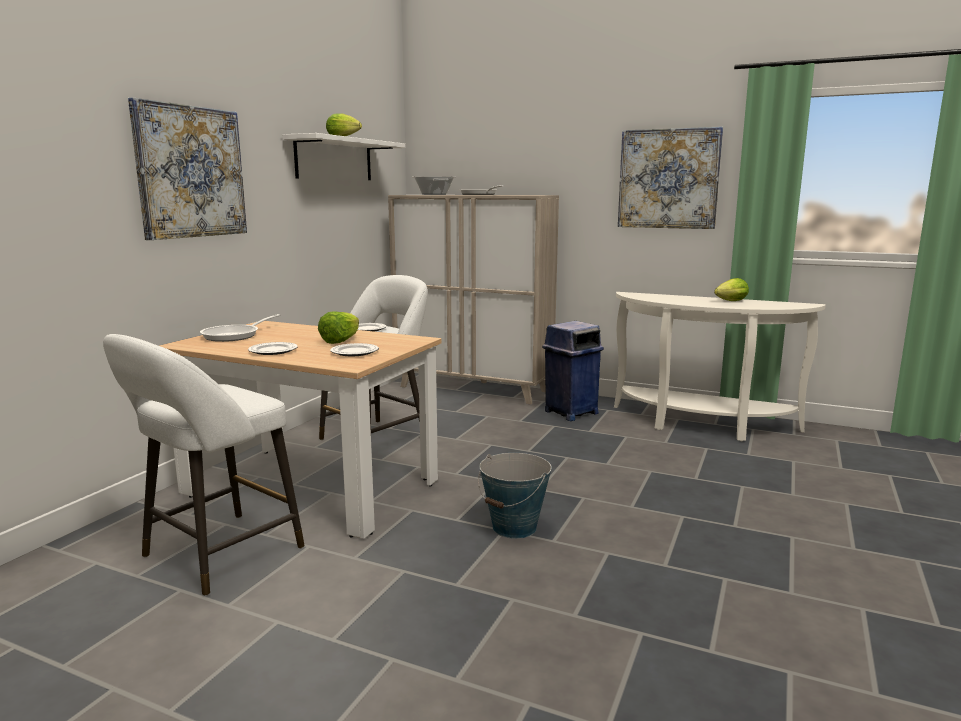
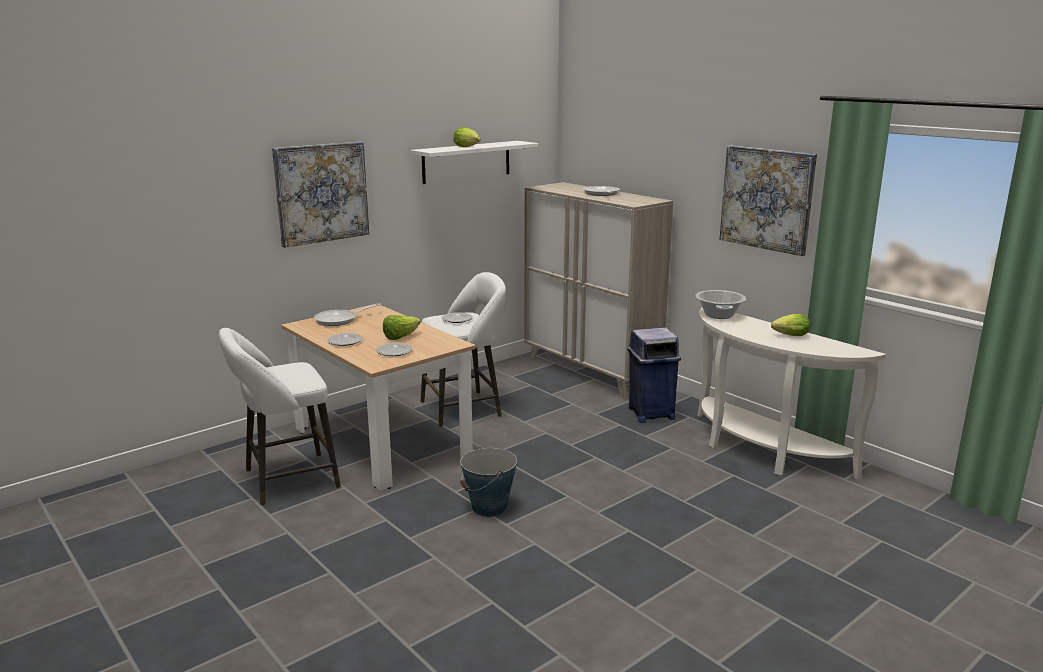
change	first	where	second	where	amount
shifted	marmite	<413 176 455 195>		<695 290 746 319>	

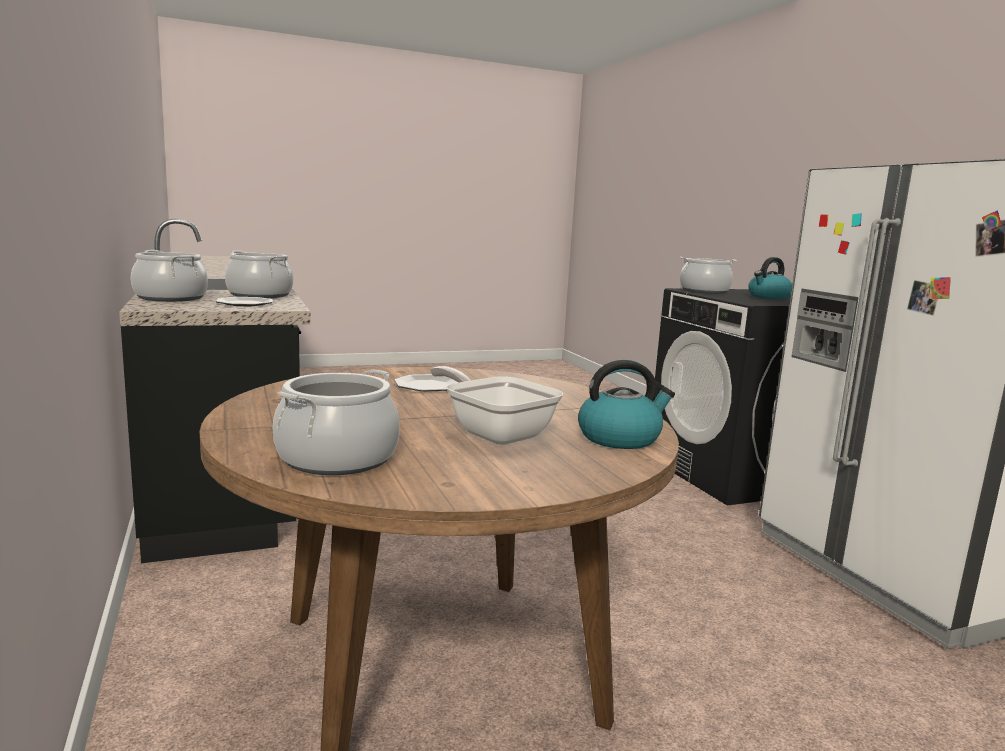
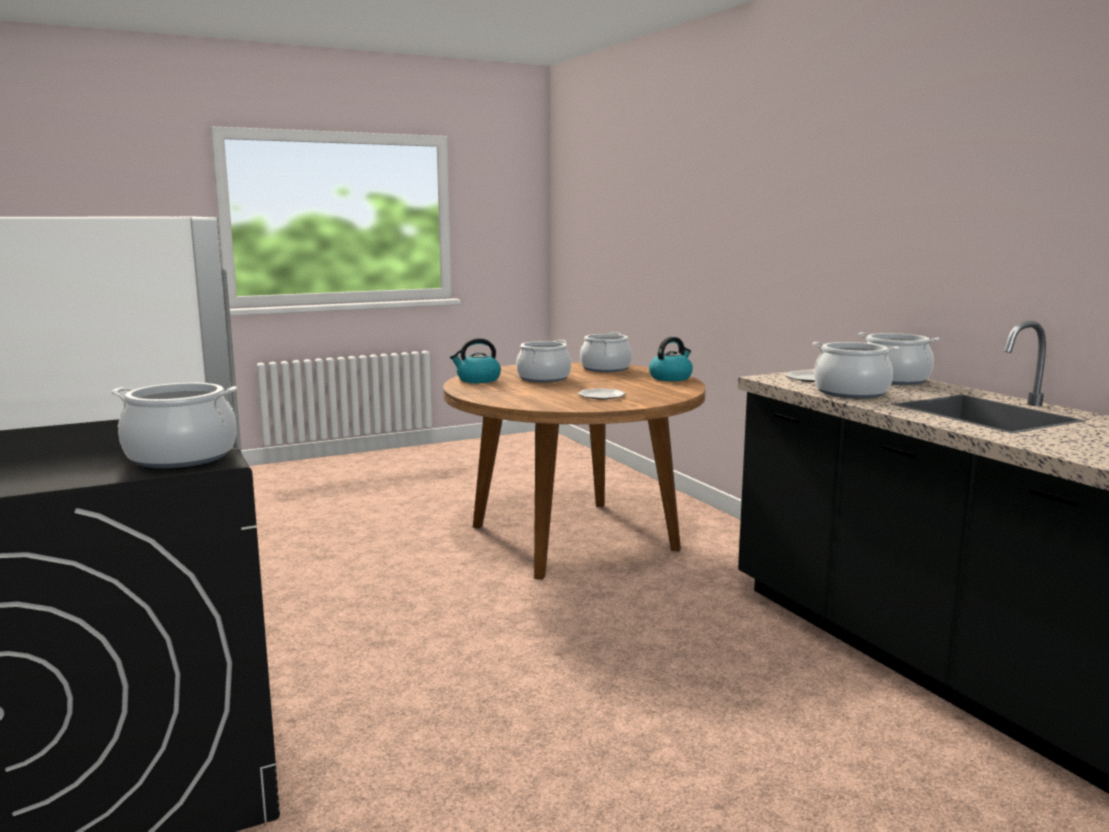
change	first	where	second	where	amount
shifted	bouilloire	<748 257 792 299>		<649 337 693 381>	
swapped	poêle	<431 366 563 445>	marmite	<516 340 571 382>	

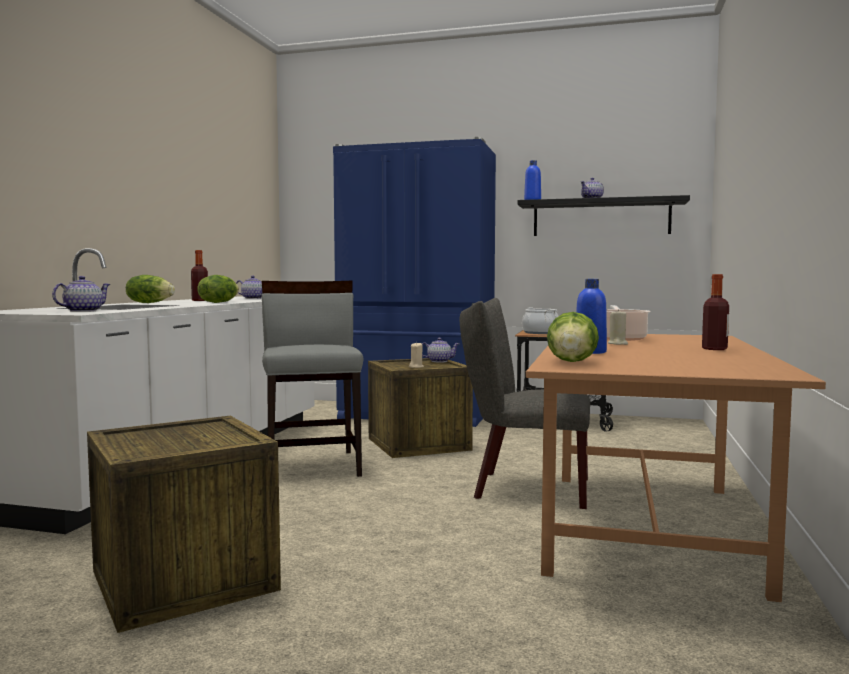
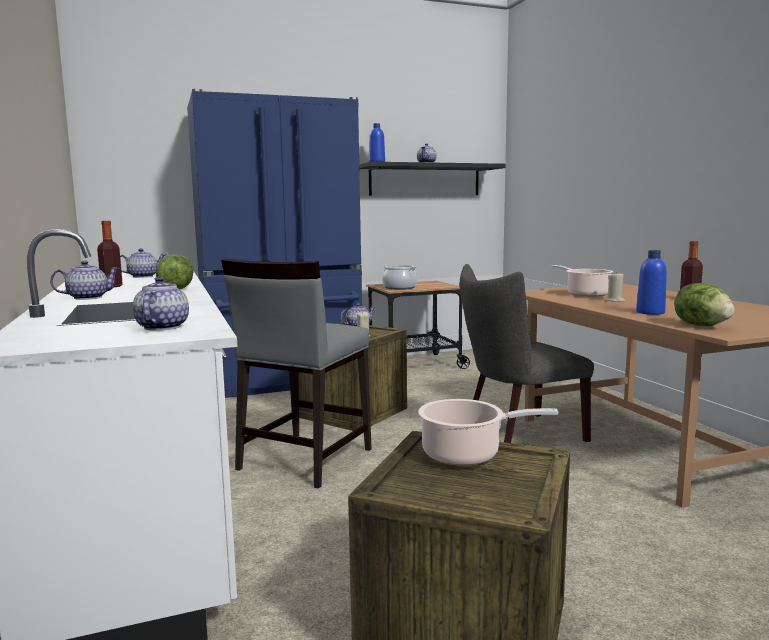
change	first	where	second	where	amount
new			marmite	<418 399 558 466>	
swapped	laitue	<126 275 175 303>	théière	<50 260 120 300>	
rotated	chaise/gris	<261 281 364 477>		<221 259 371 489>	105 degrees counterclockwise

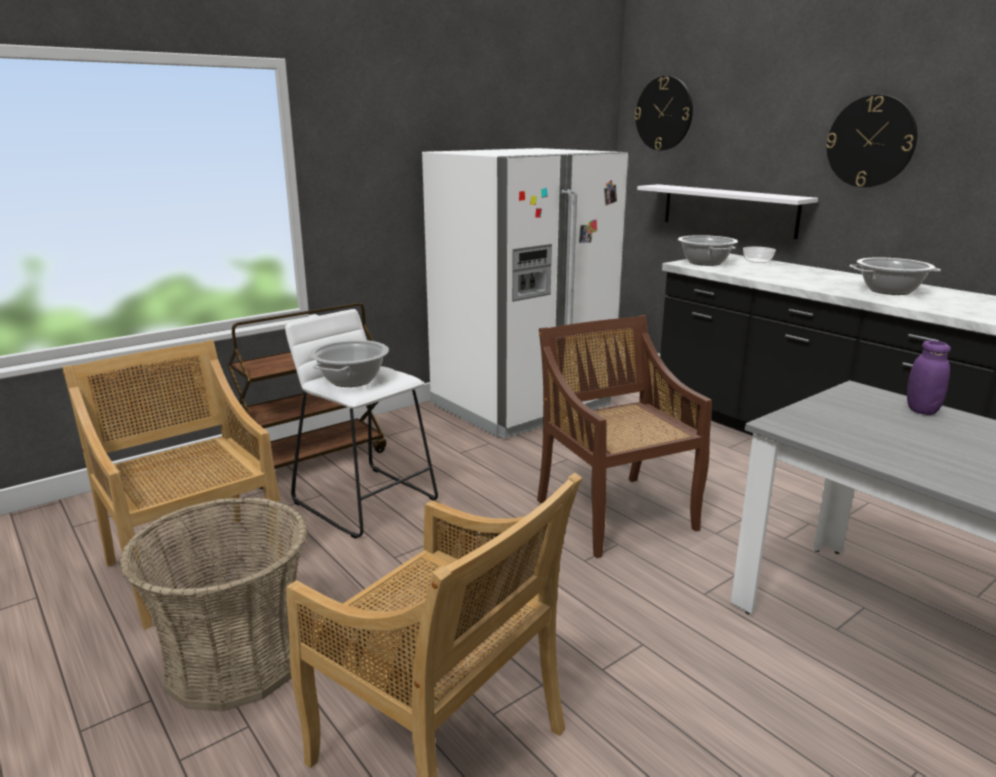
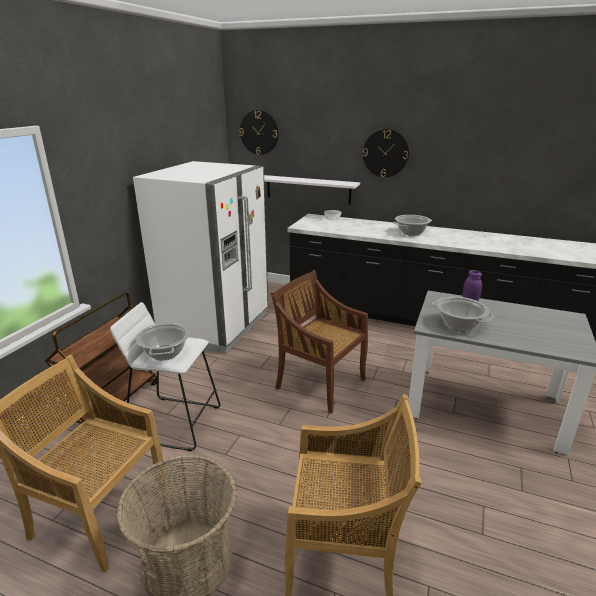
change	first	where	second	where	amount
shifted	marmite	<678 235 738 266>		<432 297 494 331>	

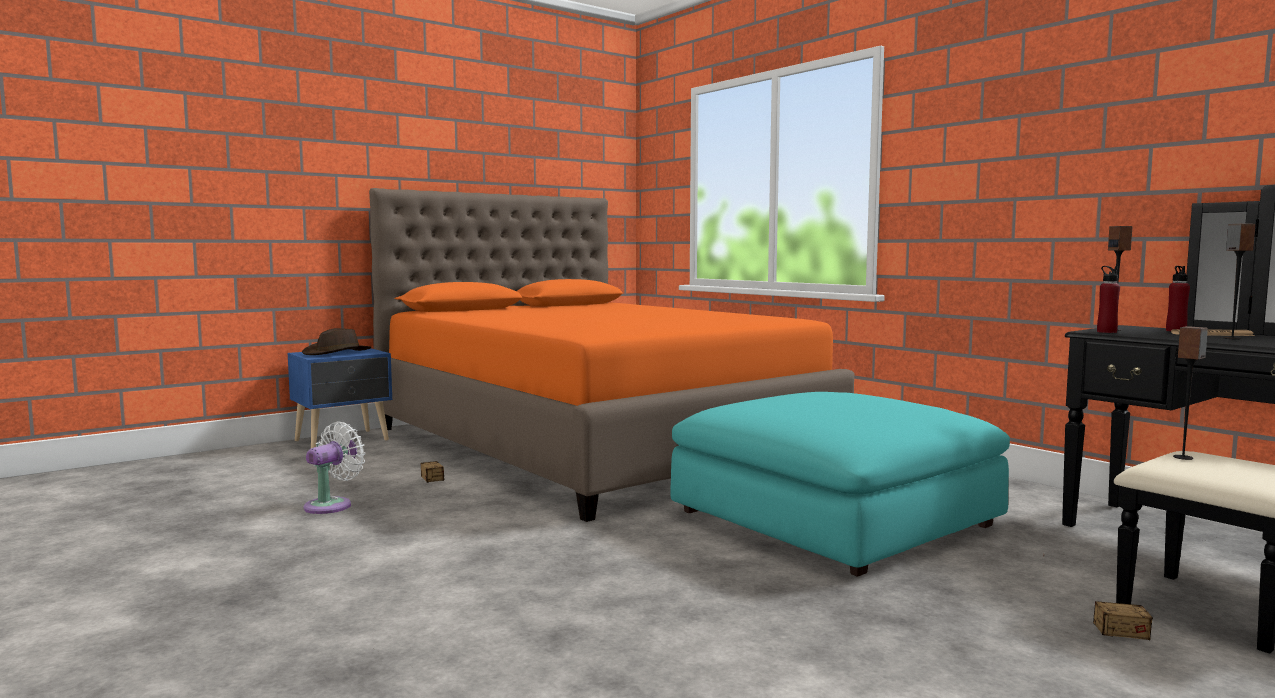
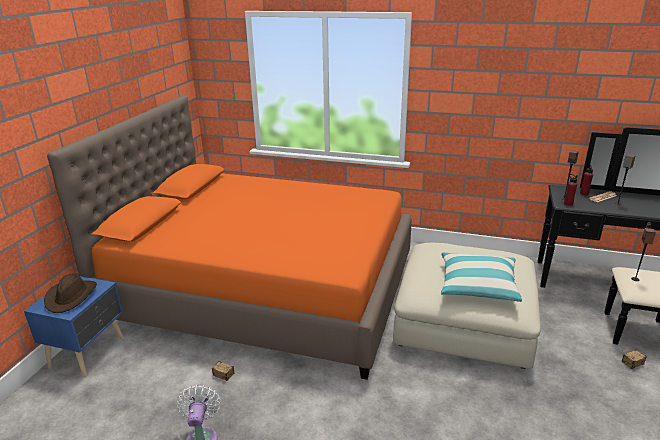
change	first	where	second	where	amount
new			coussin	<441 252 522 302>	
repainted	pouf/turquoise	<670 392 1010 577>	pouf/beige	<393 243 541 369>	

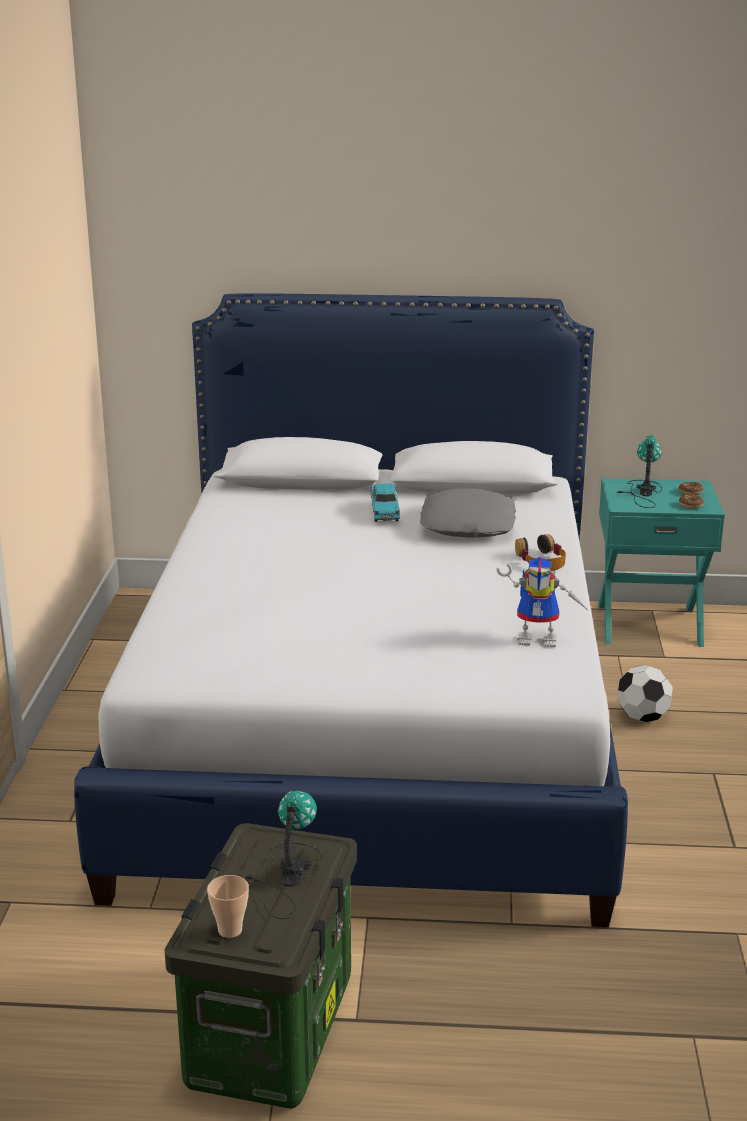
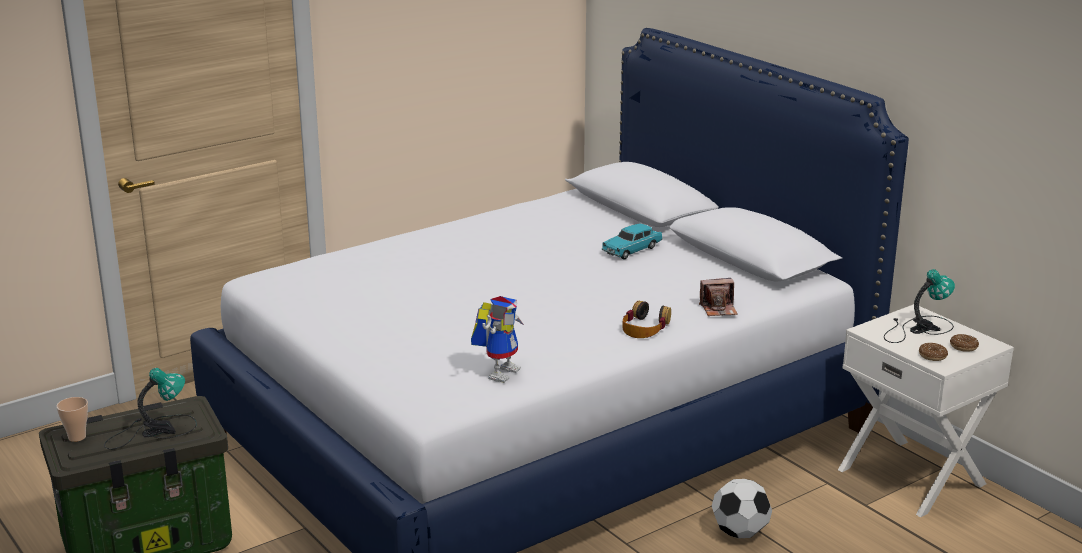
change	first	where	second	where	amount
gone	coussin/gris	<420 488 516 538>			
new			appareil photo	<699 278 738 316>	
repainted	table de chevet/turquoise	<598 478 725 647>	table de chevet/blanc	<838 304 1014 517>	
rotated	robot jouet	<496 556 590 647>		<471 296 524 383>	120 degrees counterclockwise

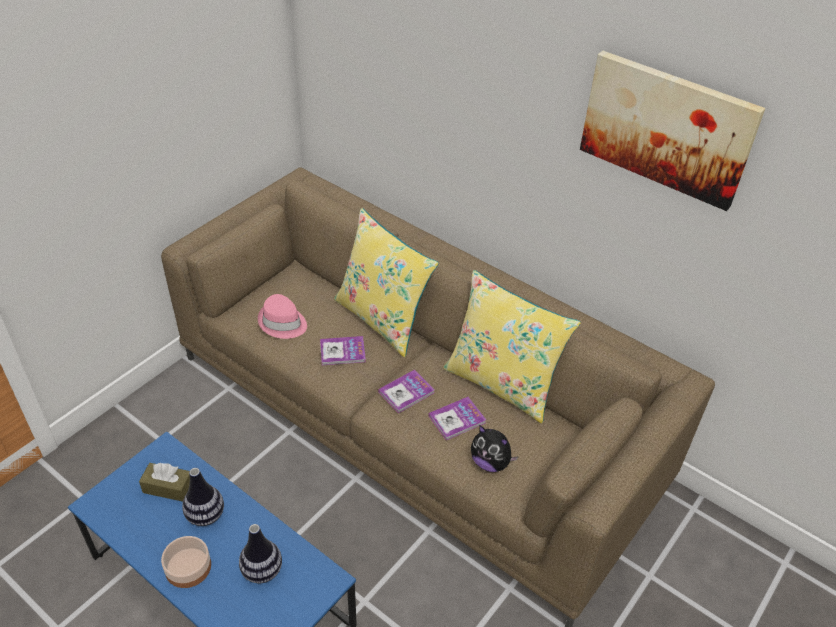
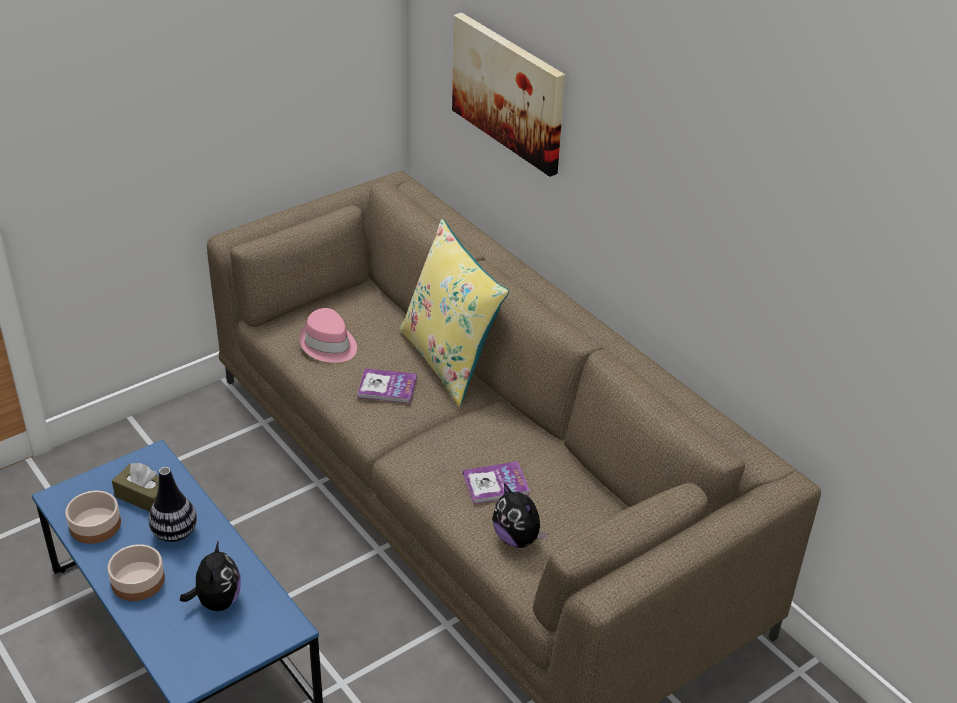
change	first	where	second	where	amount
gone	livre	<378 370 435 413>			
gone	coussin/jaune	<443 270 581 423>			
new			bol	<65 491 121 544>	
shifted	tableau	<580 51 766 211>		<452 13 565 177>	
swapped	vase	<239 524 282 583>	peluche	<180 540 241 611>	

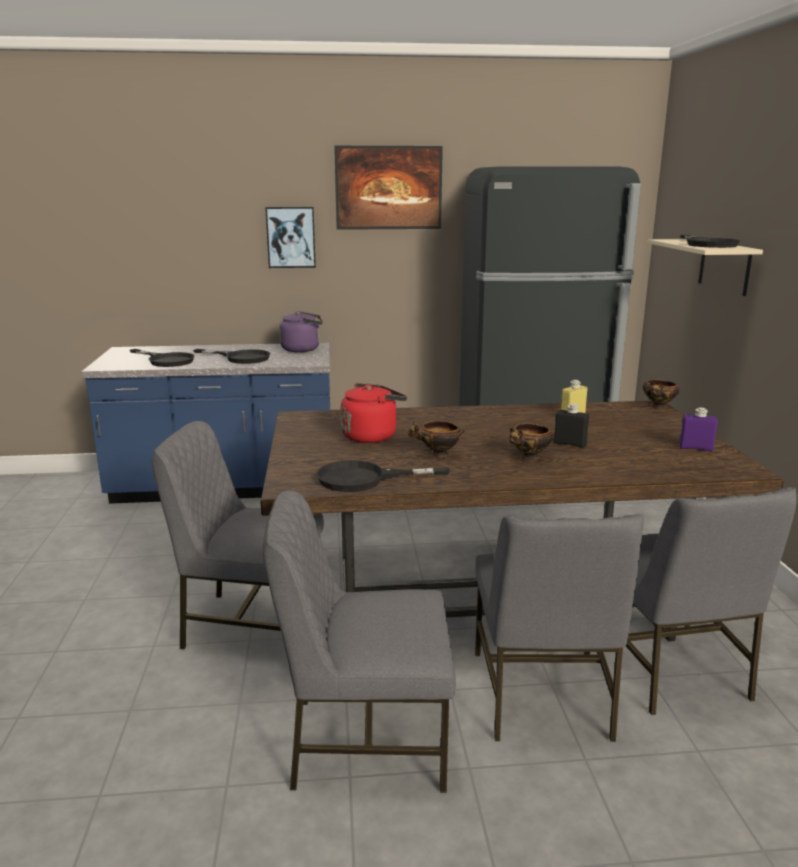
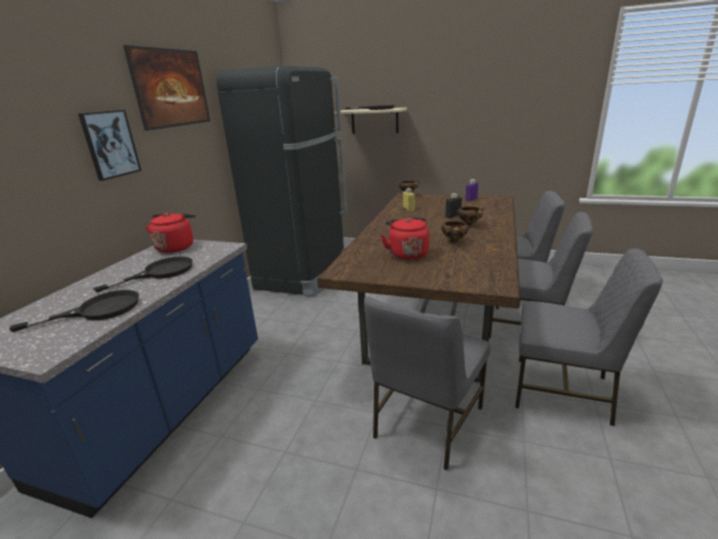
change	first	where	second	where	amount
gone	poêle/noir	<316 460 450 492>			
repainted	bouilloire/violet	<279 311 323 352>	bouilloire/rouge	<145 213 196 253>	
rotated	chaise/gris	<262 490 456 793>		<515 248 663 426>	90 degrees counterclockwise

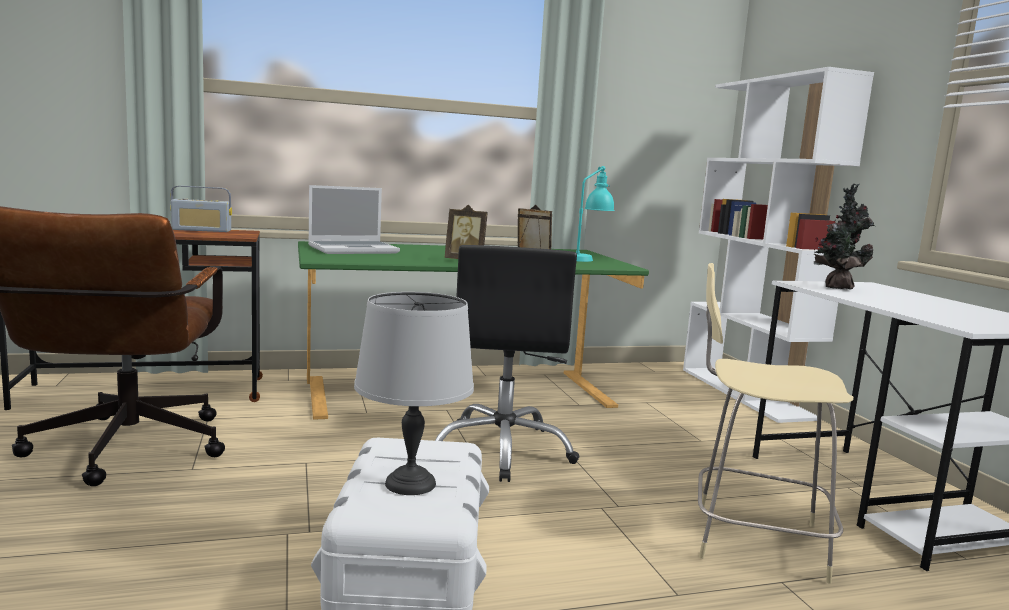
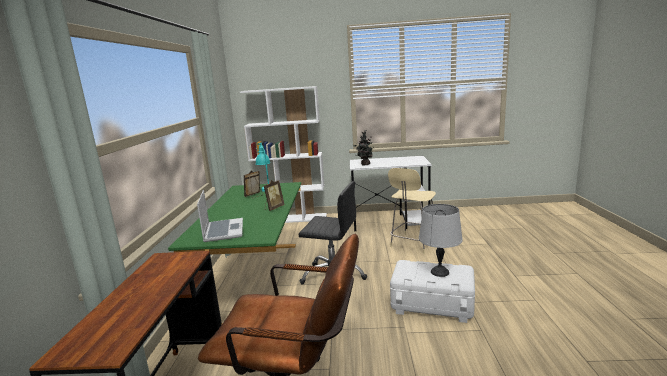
change	first	where	second	where	amount
gone	radio	<170 186 232 232>			

